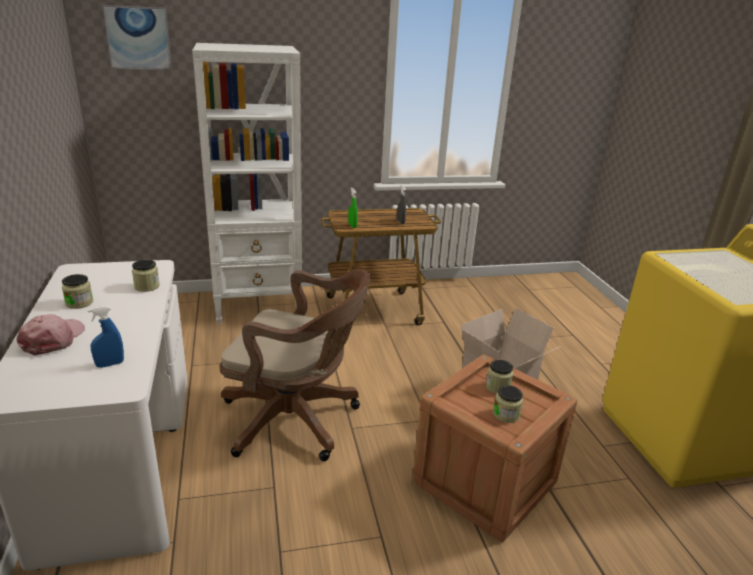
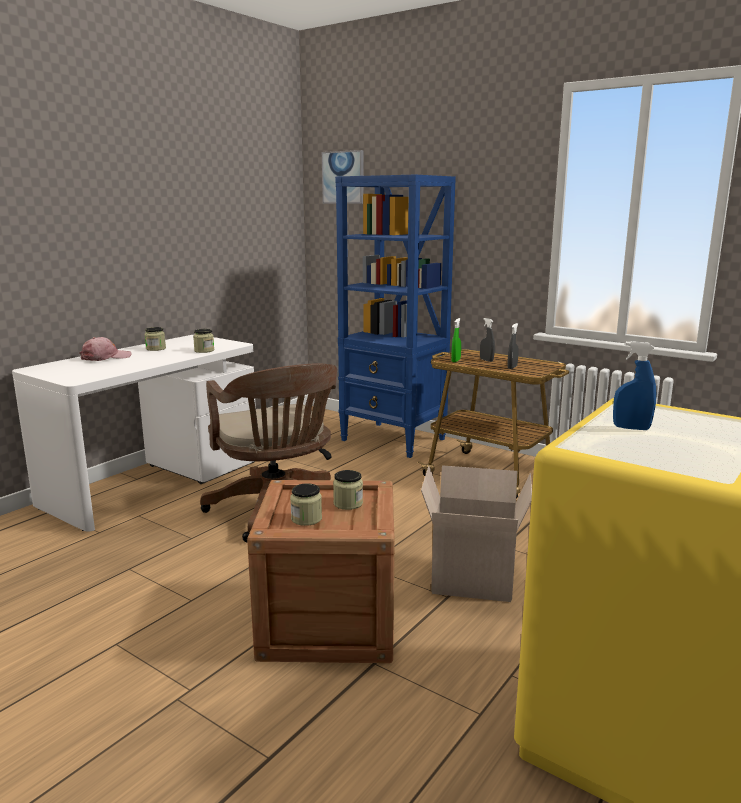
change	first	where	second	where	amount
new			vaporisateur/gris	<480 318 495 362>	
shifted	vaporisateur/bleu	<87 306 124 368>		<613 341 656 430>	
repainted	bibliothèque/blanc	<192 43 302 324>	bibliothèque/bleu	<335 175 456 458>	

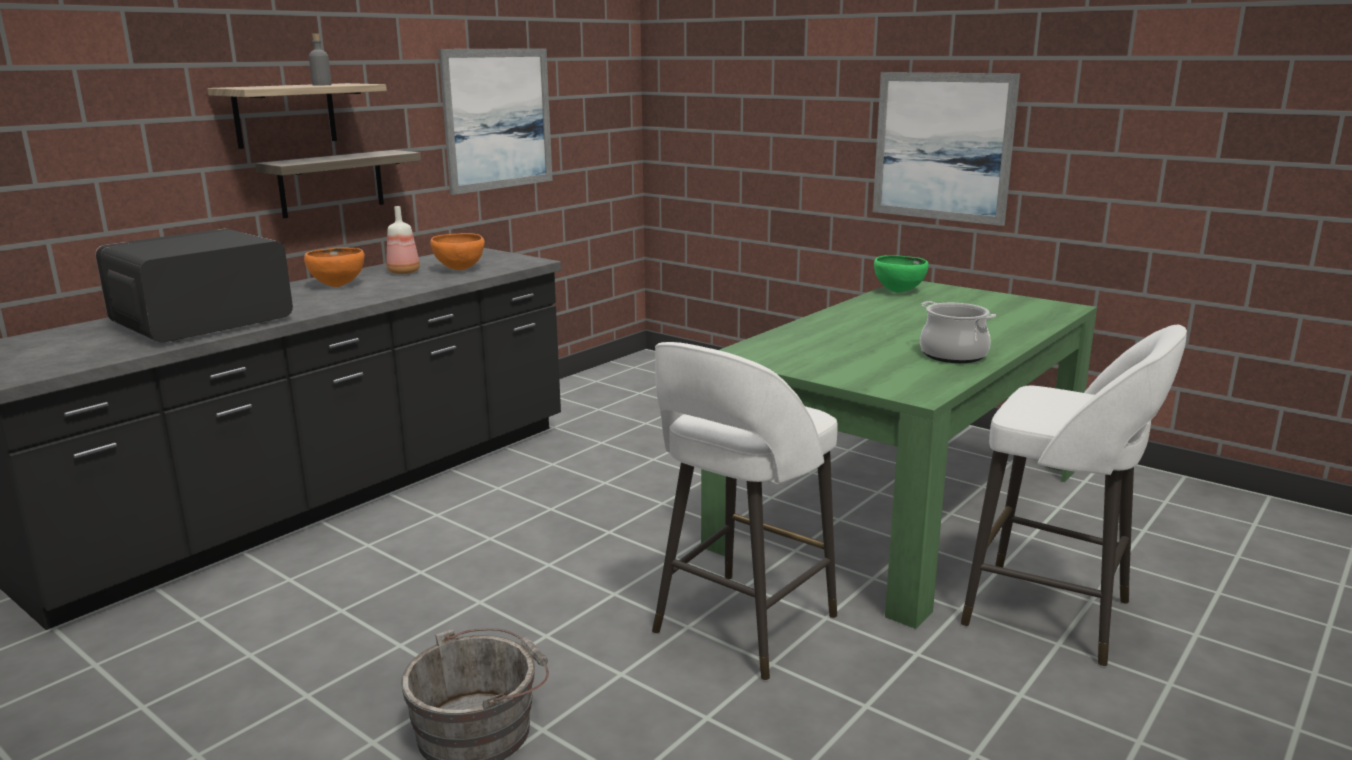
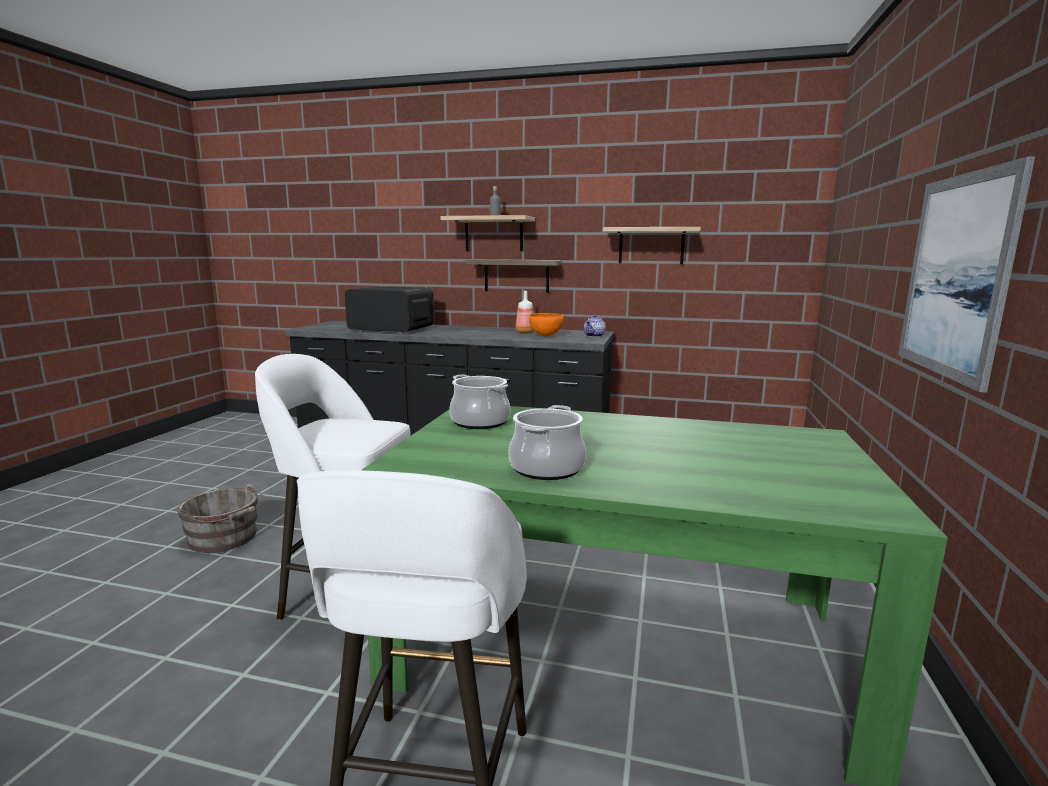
change	first	where	second	where	amount
gone	bol/orange	<304 247 365 287>			
gone	bol/vert	<874 255 929 293>			
new			marmite	<449 374 511 429>	
new			théière	<584 315 606 337>	
swapped	tableau	<438 48 553 195>	étagère	<603 227 701 264>	

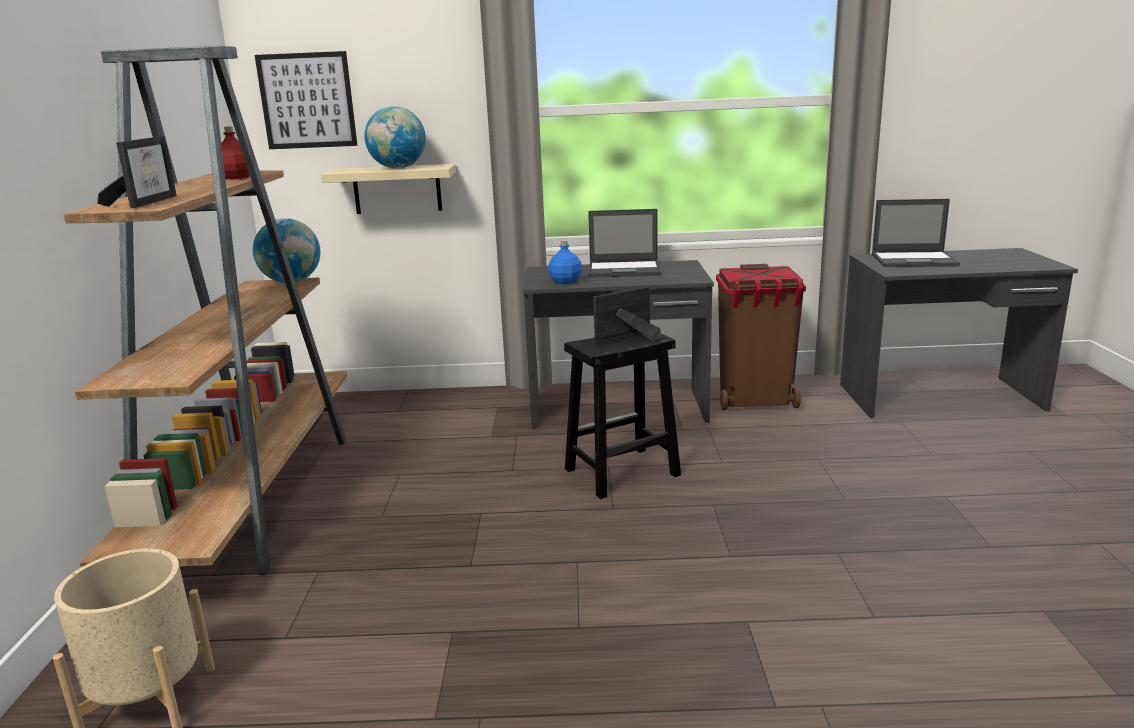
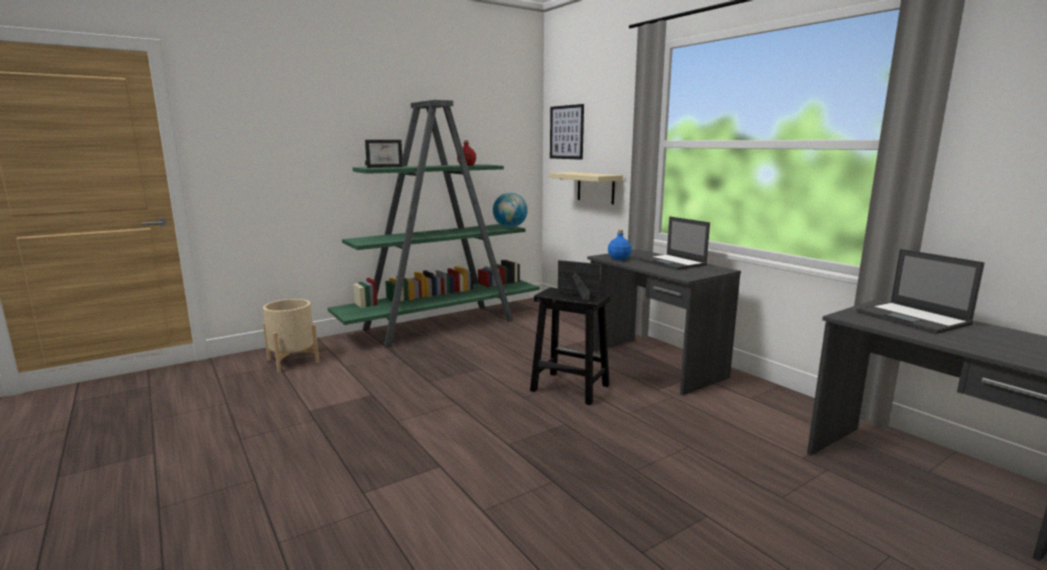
change	first	where	second	where	amount
gone	globe	<364 106 426 169>			
gone	poubelle/marron	<716 264 806 410>			
repainted	bibliothèque/marron	<63 46 347 575>	bibliothèque/vert	<328 100 540 348>	

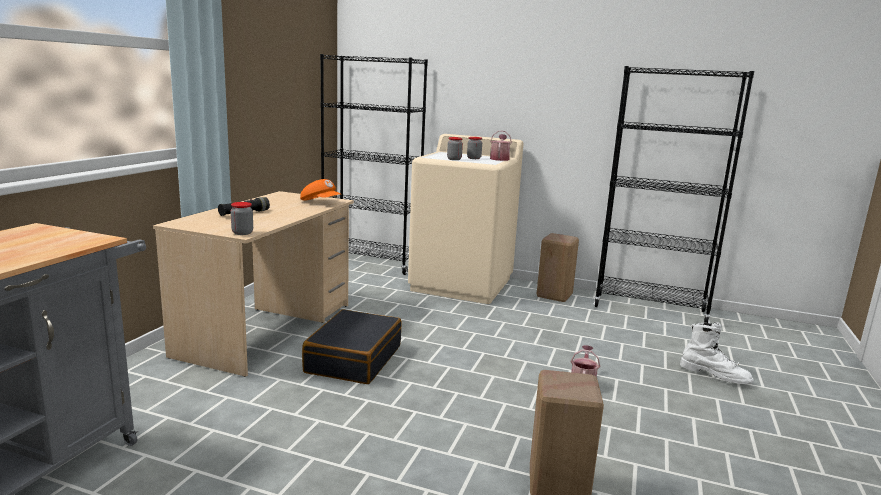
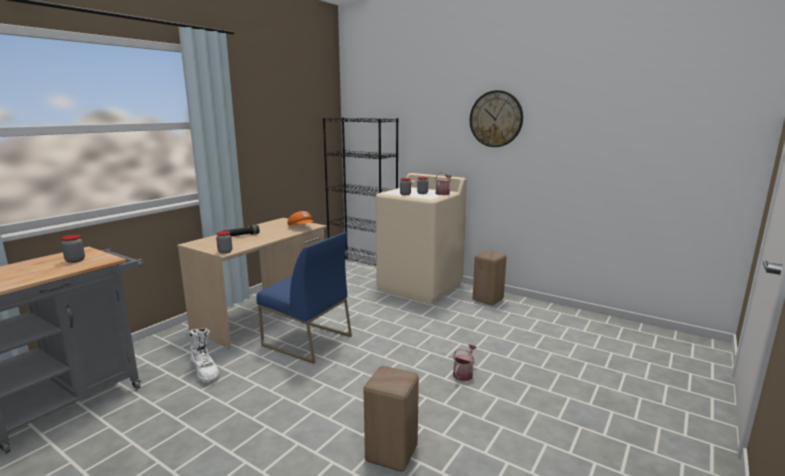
change	first	where	second	where	amount
gone	bibliothèque/noir	<594 66 754 323>			
new			bocal	<61 235 85 263>	
new			horloge murale	<470 90 523 147>	
shifted	botte/blanc	<680 322 754 384>		<190 328 220 382>	
swapped	valise/noir	<302 310 402 384>	chaise/bleu	<256 232 352 364>	

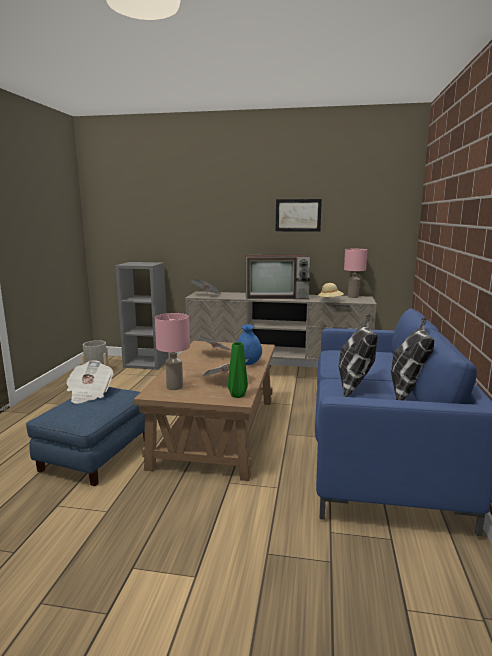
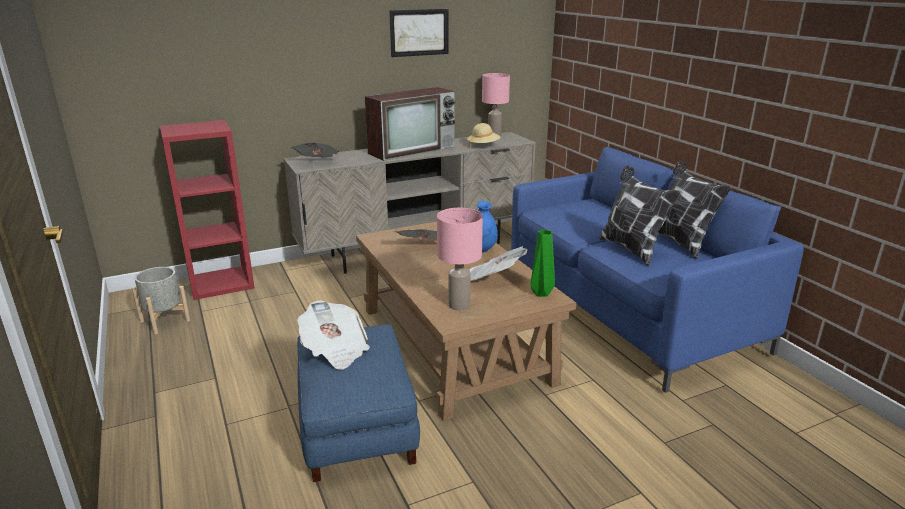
change	first	where	second	where	amount
repainted	bibliothèque/gris	<115 262 169 370>	bibliothèque/rouge	<160 120 255 300>	

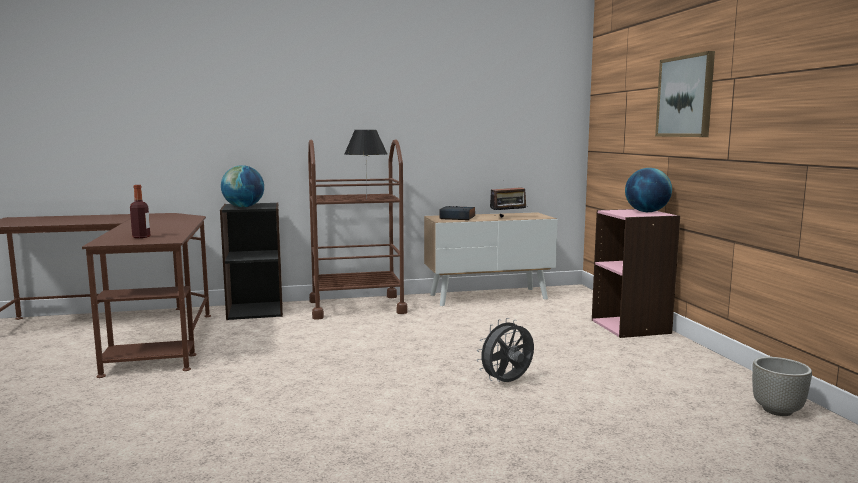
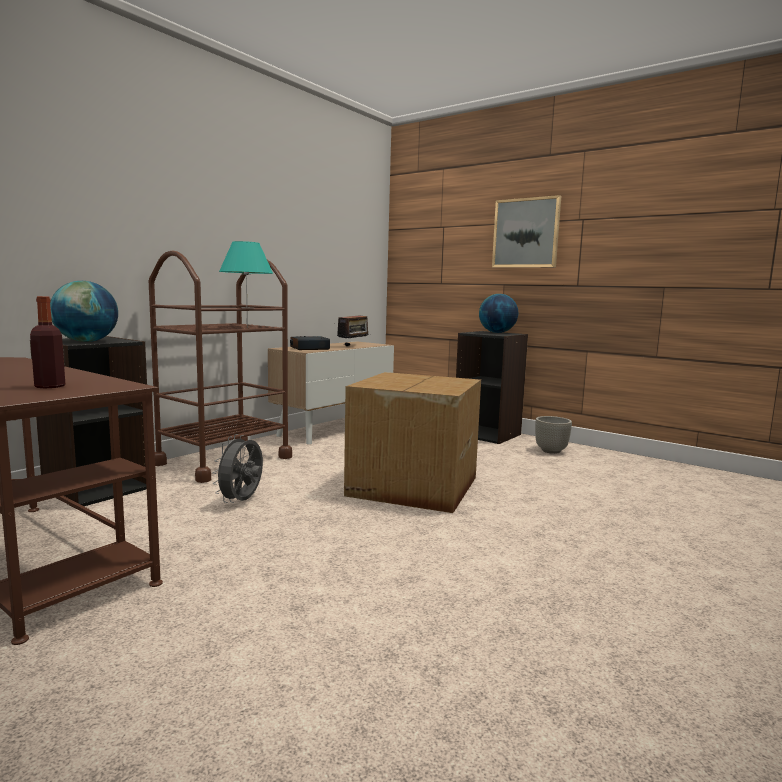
change	first	where	second	where	amount
new			carton	<344 372 481 513>	
shifted	ventilateur/gris	<477 318 534 382>		<213 434 263 503>	
shifted	cache-pot/gris	<752 357 812 416>		<535 416 572 454>	
repainted	lampe de table/noir	<345 130 387 200>	lampe de table/turquoise	<219 241 273 328>	
repainted	bibliothèque/rose	<592 209 680 338>	bibliothèque/noir	<456 331 528 444>	

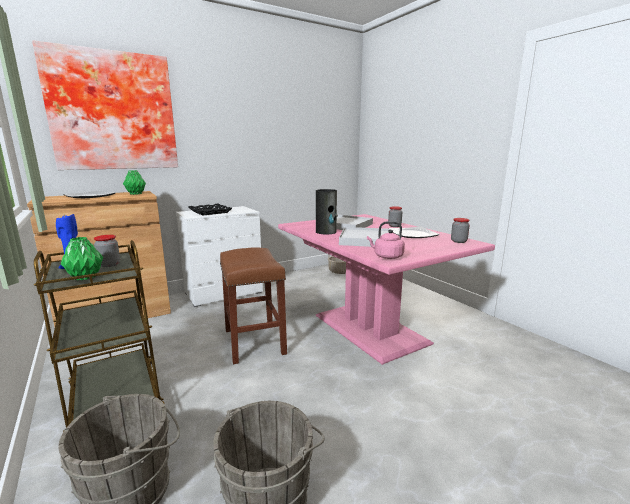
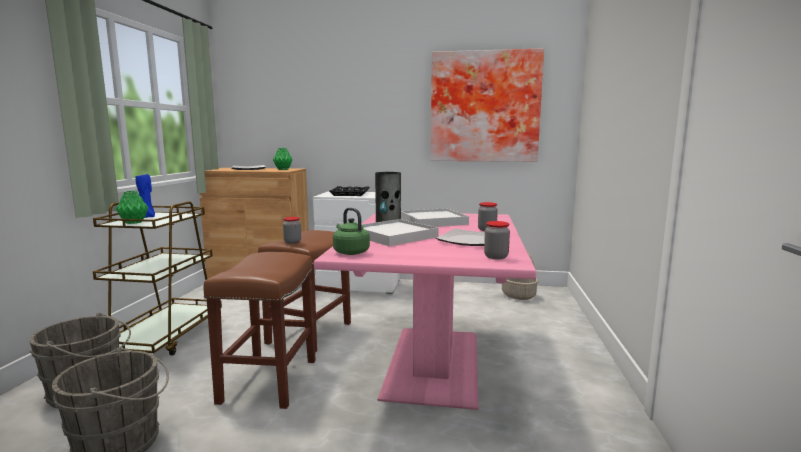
change	first	where	second	where	amount
new			tabouret/marron	<204 252 316 409>	
shifted	tableau	<32 40 178 170>		<431 48 544 162>	
shifted	bocal	<94 235 120 267>		<283 217 301 244>	
repainted	bouilloire/rose	<367 221 405 259>	bouilloire/vert	<333 208 370 255>	

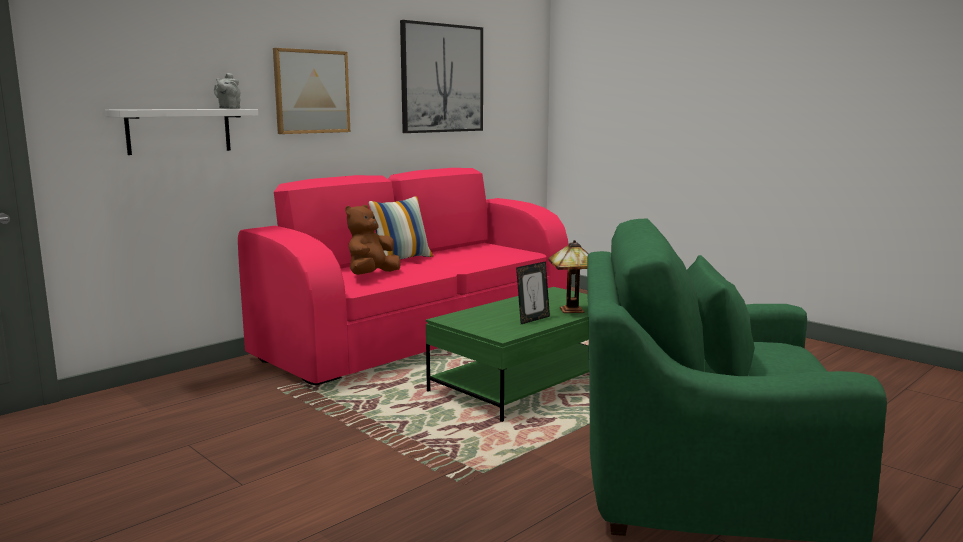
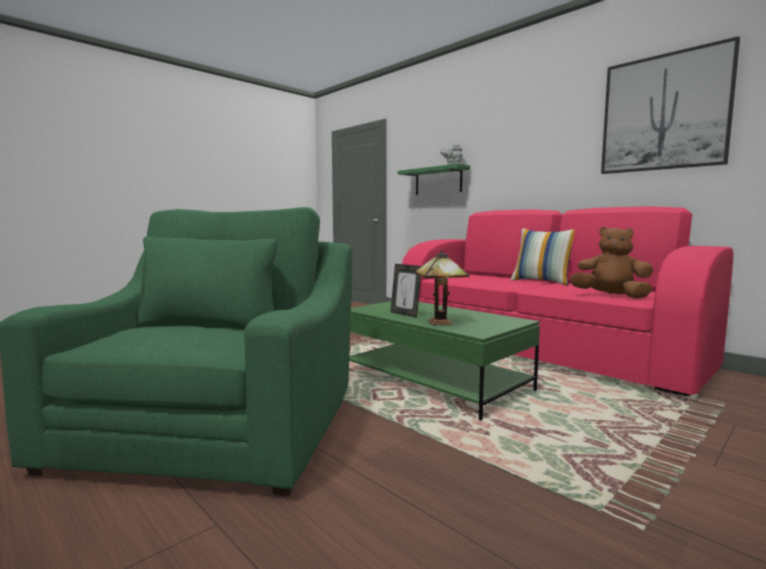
change	first	where	second	where	amount
gone	tableau	<273 48 350 134>			
shifted	peluche/marron	<345 205 401 275>		<570 227 653 299>	
repainted	étagère/blanc	<105 109 258 155>	étagère/vert	<398 164 470 195>	

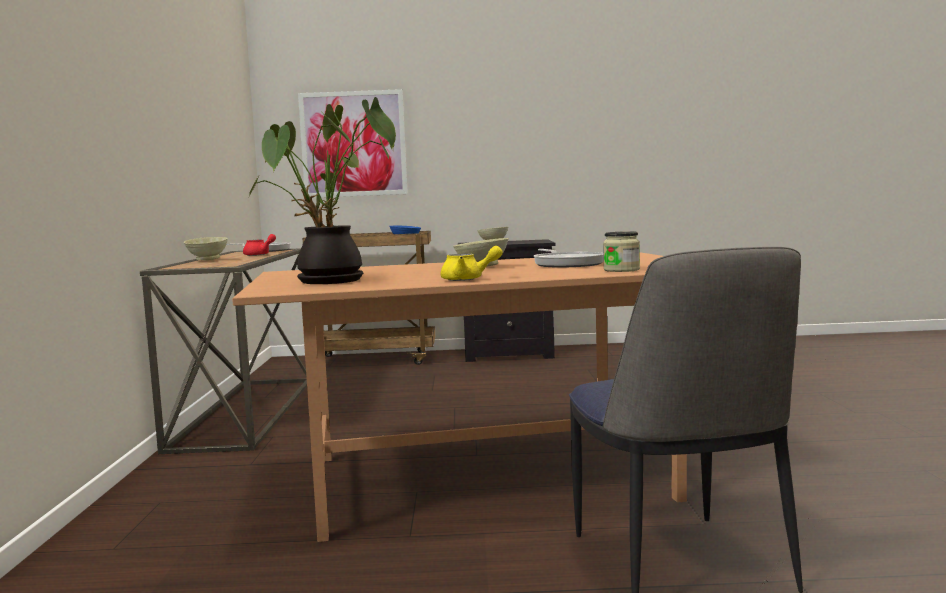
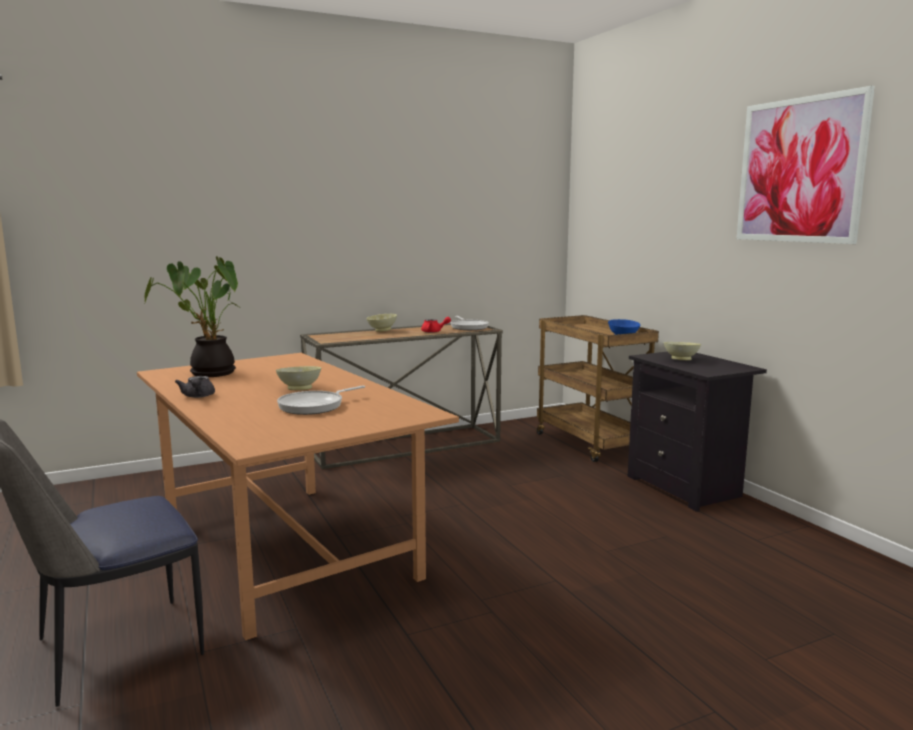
change	first	where	second	where	amount
gone	bocal	<603 231 640 272>			
shifted	tableau	<298 89 408 198>		<736 86 875 244>	
repainted	théière/jaune	<441 246 503 281>	théière/gris	<175 376 215 398>	

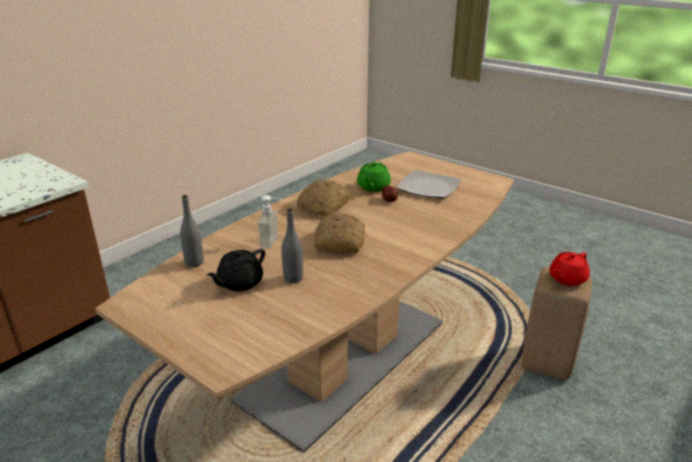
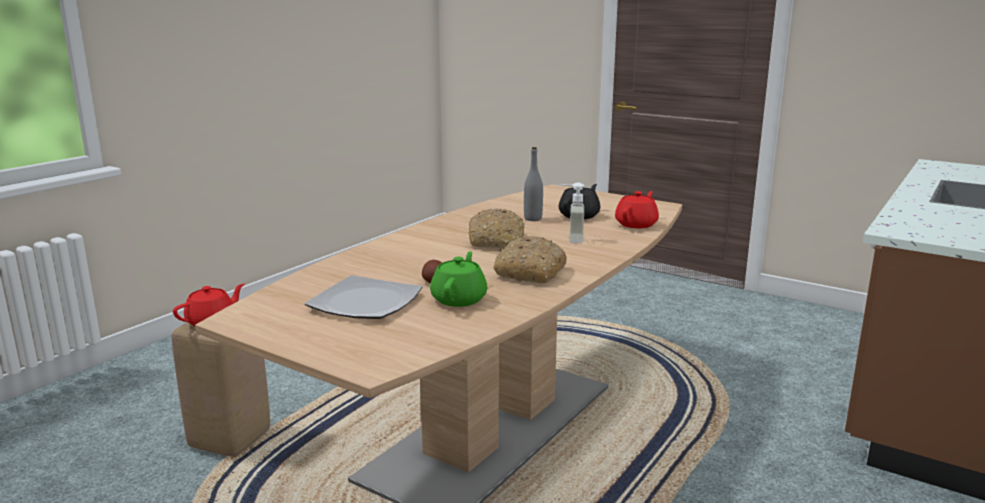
change	first	where	second	where	amount
swapped	bouteille/gris	<180 195 204 267>	théière/rouge	<615 191 659 228>	

